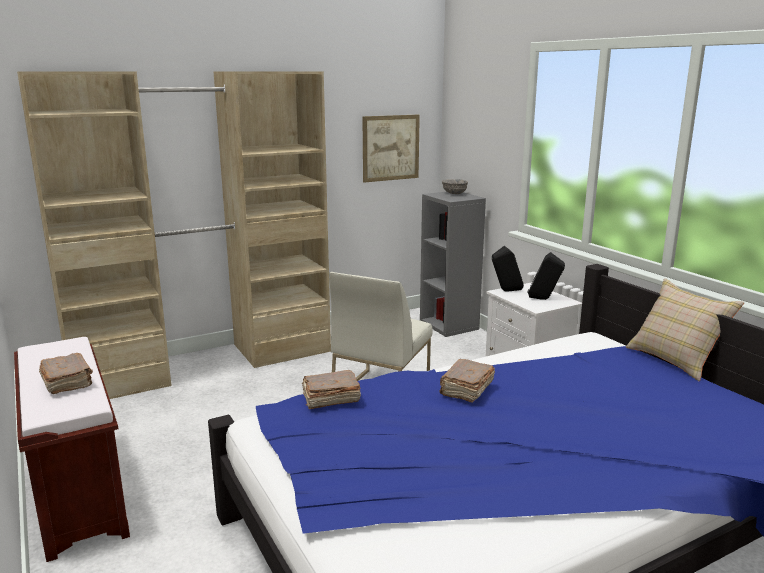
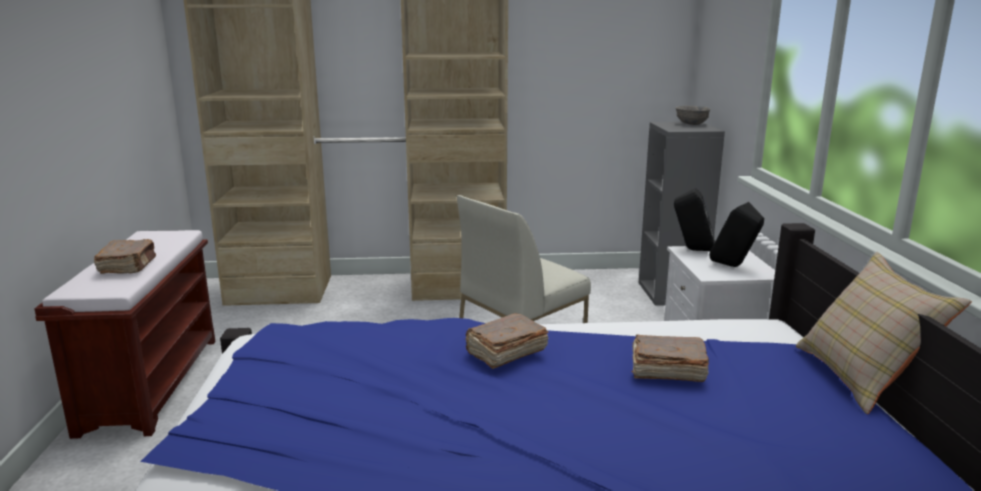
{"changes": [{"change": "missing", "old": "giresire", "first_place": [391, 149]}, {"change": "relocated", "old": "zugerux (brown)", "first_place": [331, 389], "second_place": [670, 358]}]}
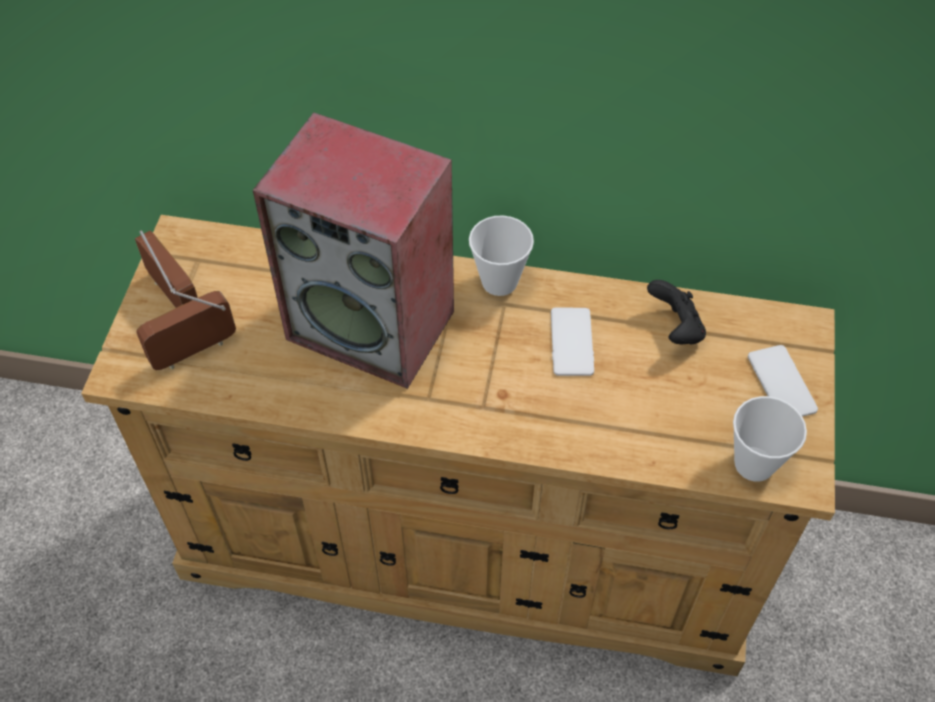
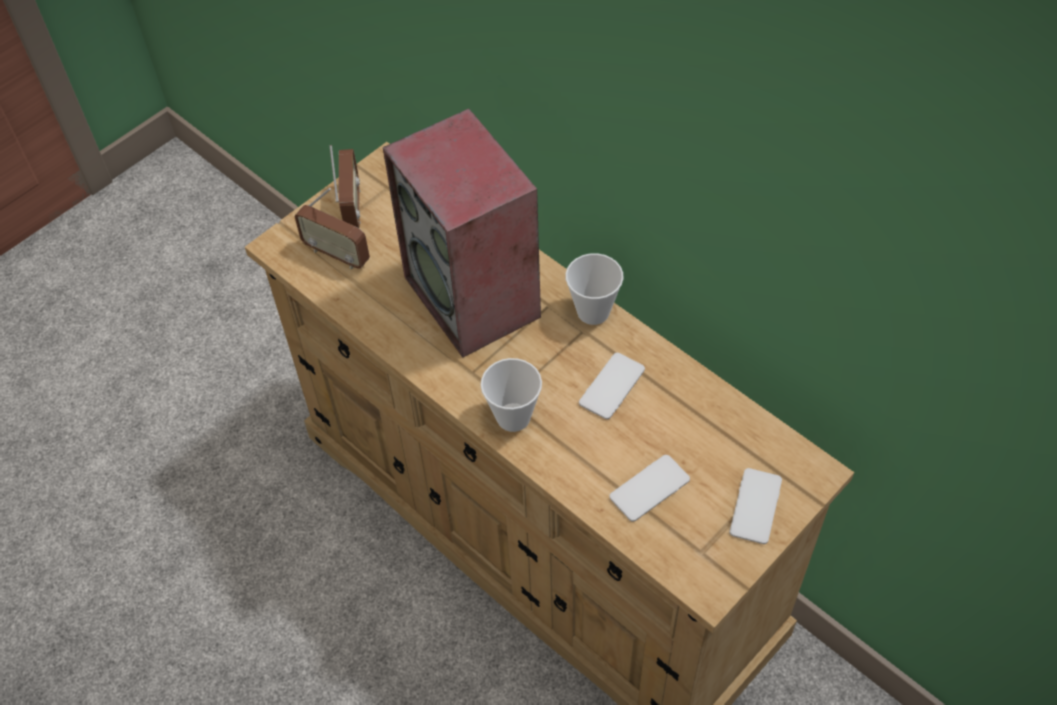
{"changes": [{"change": "missing", "old": "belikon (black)", "first_place": [676, 312]}, {"change": "spun", "old": "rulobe", "first_place": [186, 330], "second_place": [332, 228], "degrees": -150}, {"change": "relocated", "old": "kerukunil", "first_place": [770, 439], "second_place": [511, 395]}, {"change": "appeared", "new": "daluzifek", "second_place": [649, 488]}]}
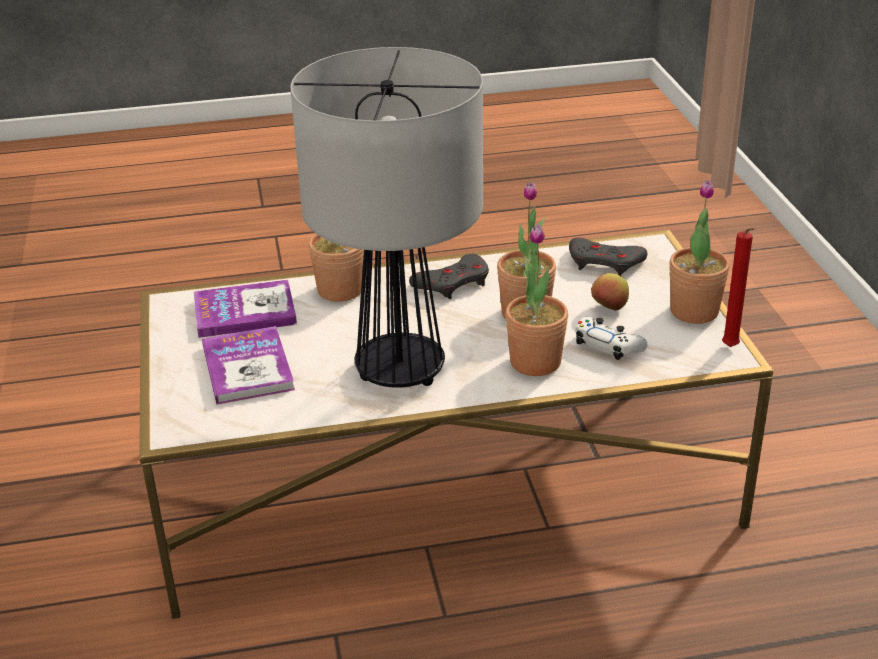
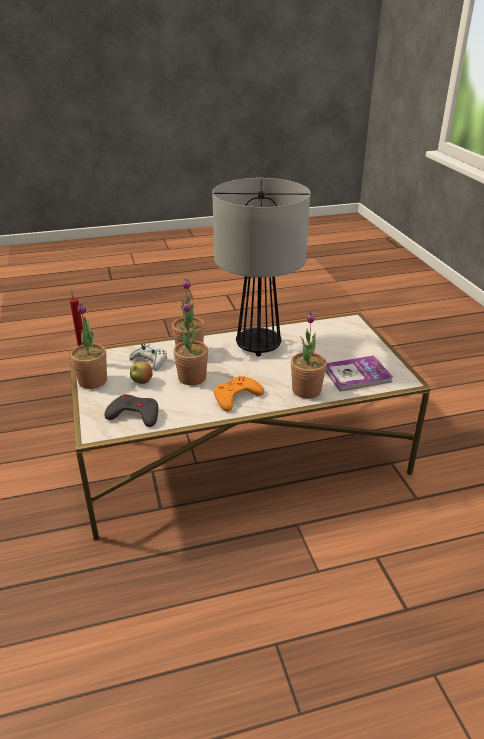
{"changes": [{"change": "colour", "old": "belikon (grey)", "new": "belikon (orange)", "first_place": [449, 276], "second_place": [239, 393]}, {"change": "missing", "old": "zugerux", "first_place": [248, 365]}]}
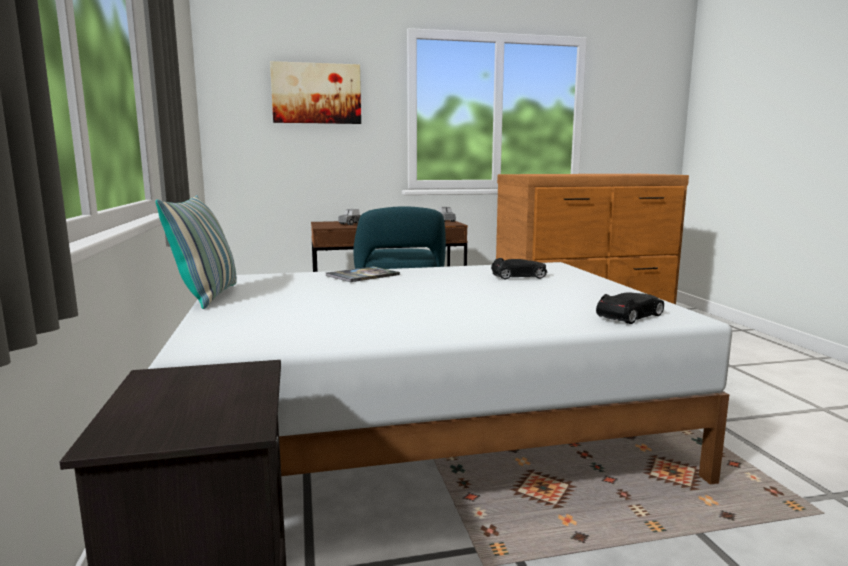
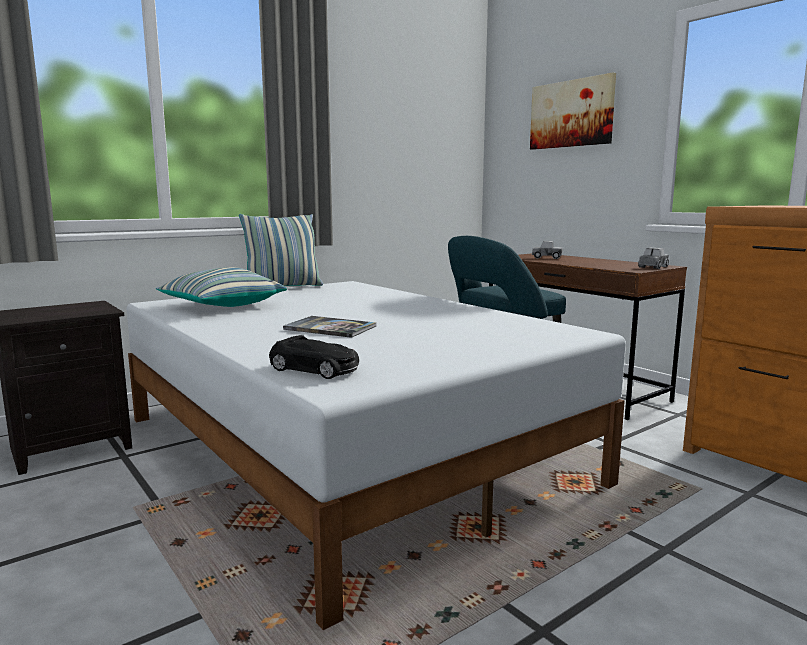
{"changes": [{"change": "missing", "old": "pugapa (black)", "first_place": [519, 268]}, {"change": "relocated", "old": "zugerux", "first_place": [362, 274], "second_place": [329, 327]}, {"change": "appeared", "new": "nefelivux", "second_place": [221, 287]}]}
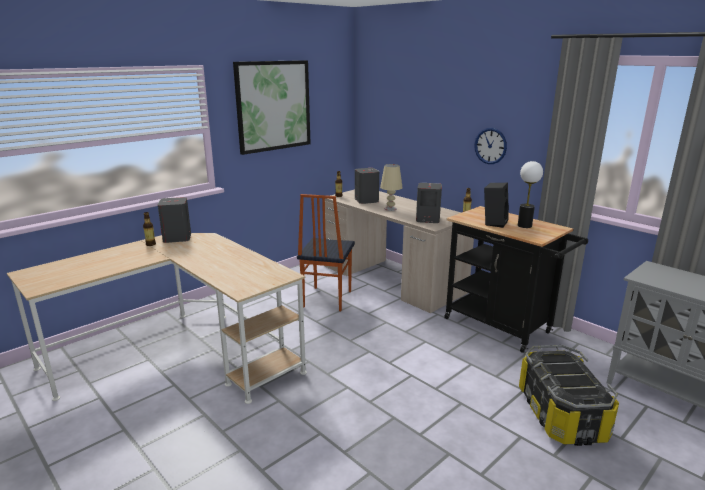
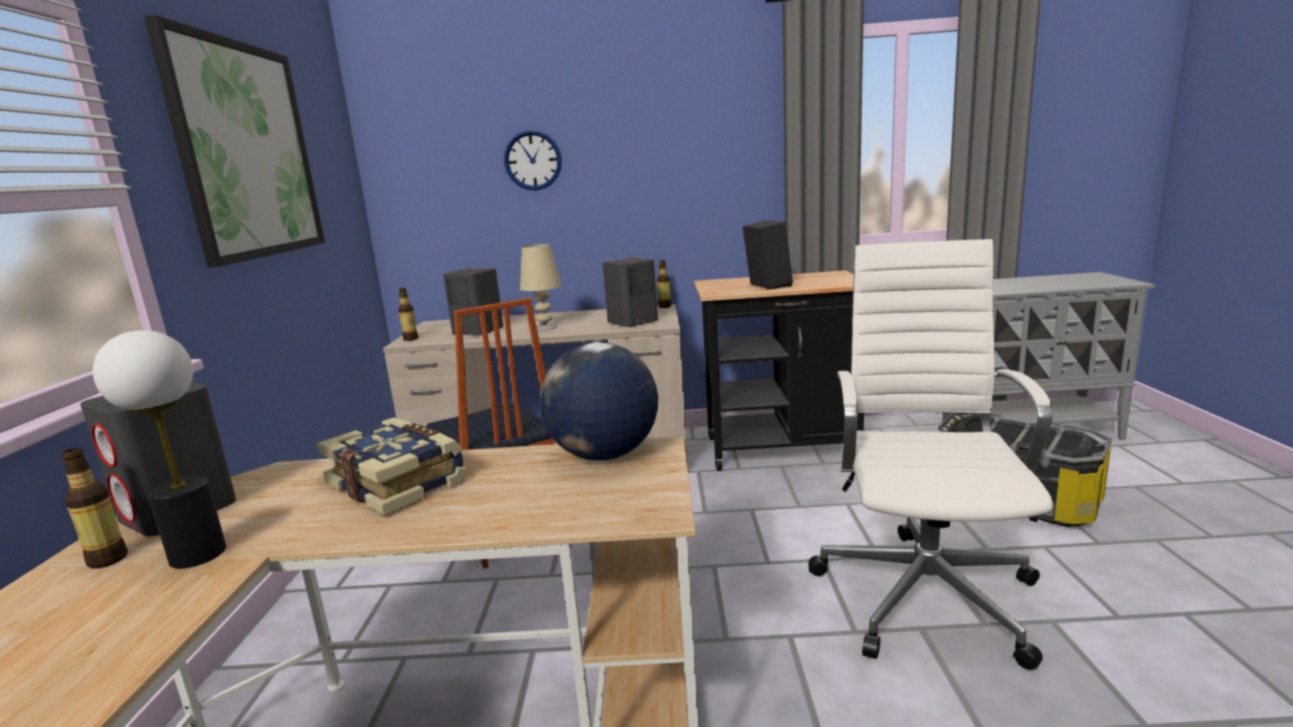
{"changes": [{"change": "relocated", "old": "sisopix", "first_place": [490, 146], "second_place": [533, 160]}, {"change": "relocated", "old": "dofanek", "first_place": [530, 194], "second_place": [159, 449]}, {"change": "appeared", "new": "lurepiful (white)", "second_place": [930, 454]}, {"change": "appeared", "new": "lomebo", "second_place": [599, 401]}, {"change": "appeared", "new": "zugerux", "second_place": [391, 466]}]}
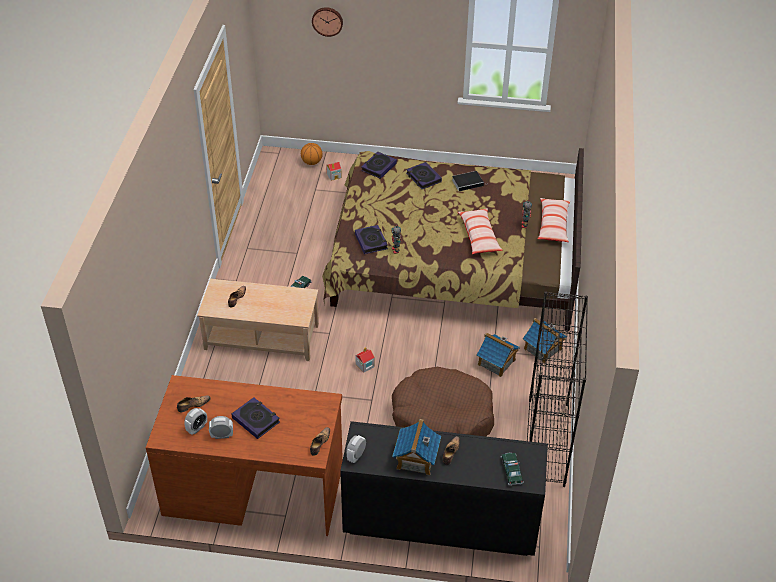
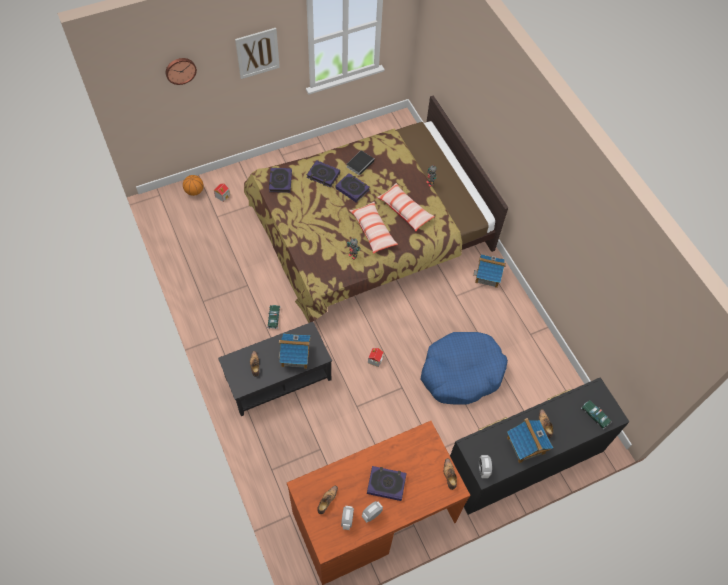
{"changes": [{"change": "relocated", "old": "nefelivux", "first_place": [554, 220], "second_place": [373, 228]}, {"change": "relocated", "old": "zugerux", "first_place": [371, 239], "second_place": [352, 188]}, {"change": "colour", "old": "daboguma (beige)", "new": "daboguma (black)", "first_place": [258, 320], "second_place": [275, 369]}, {"change": "missing", "old": "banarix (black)", "first_place": [557, 389]}, {"change": "relocated", "old": "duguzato", "first_place": [498, 354], "second_place": [294, 351]}, {"change": "colour", "old": "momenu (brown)", "new": "momenu (blue)", "first_place": [443, 402], "second_place": [464, 368]}, {"change": "appeared", "new": "giresire", "second_place": [257, 53]}]}
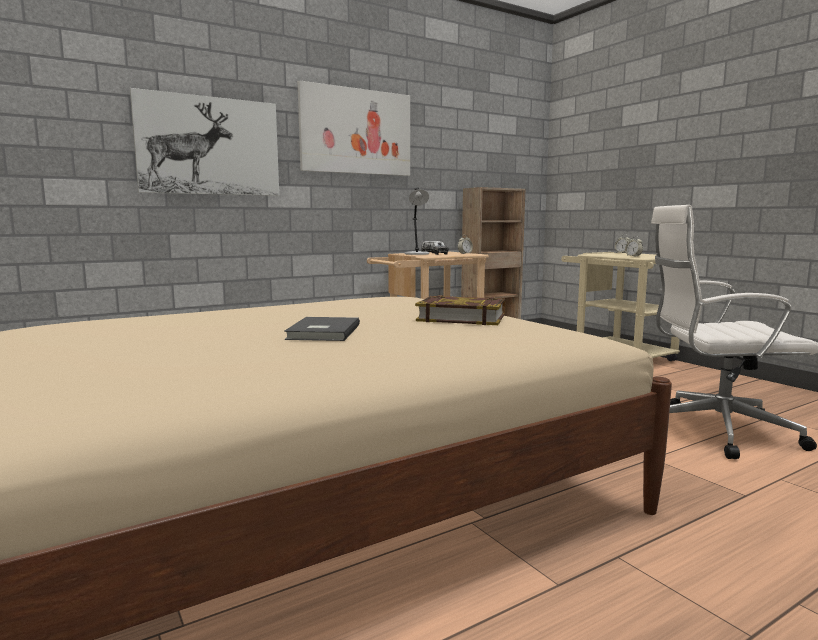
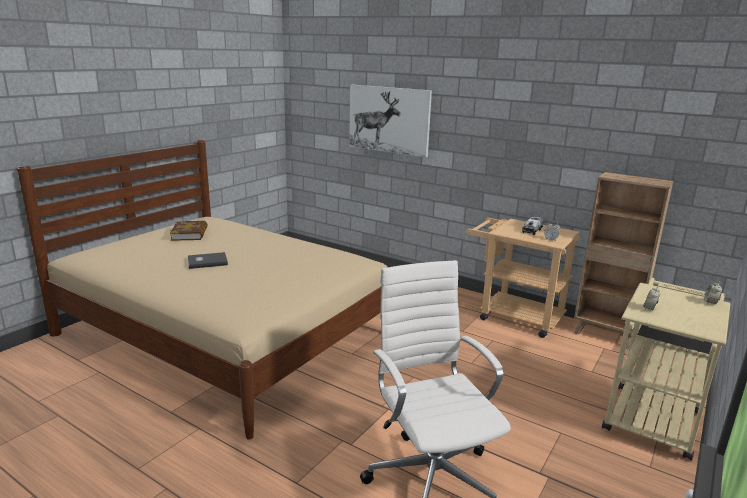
{"changes": [{"change": "missing", "old": "giresire", "first_place": [354, 128]}, {"change": "missing", "old": "dofanek (grey)", "first_place": [417, 221]}, {"change": "relocated", "old": "zugerux", "first_place": [460, 310], "second_place": [189, 231]}]}
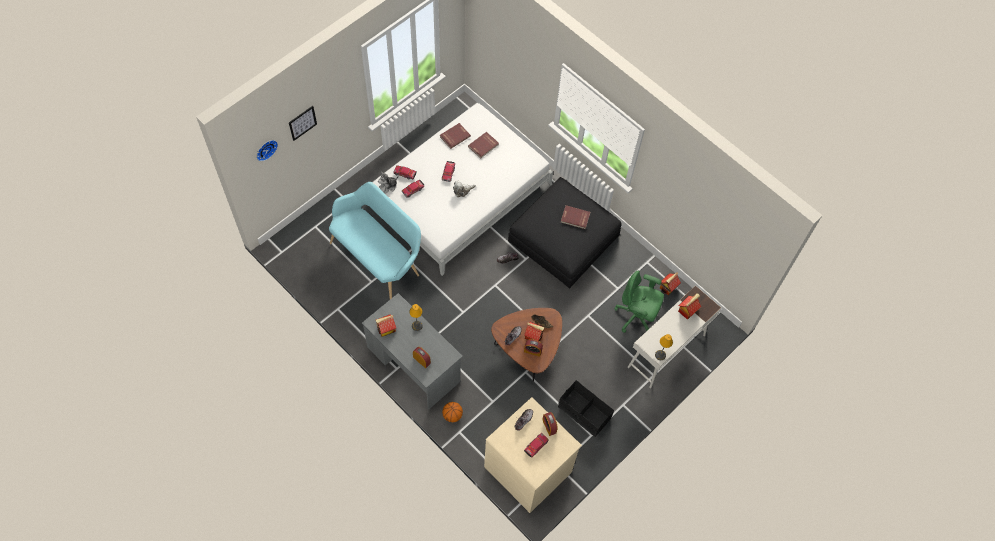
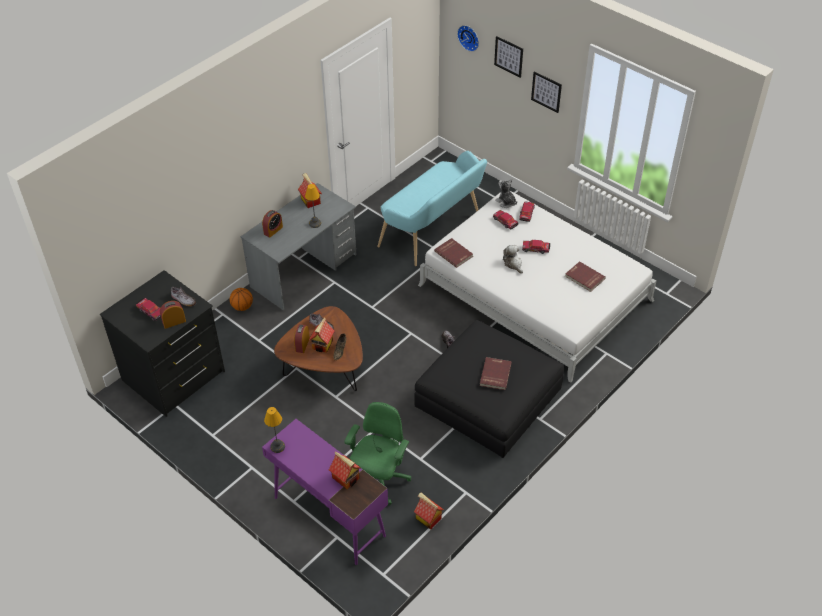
{"changes": [{"change": "relocated", "old": "zugerux (red)", "first_place": [455, 136], "second_place": [453, 253]}, {"change": "colour", "old": "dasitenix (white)", "new": "dasitenix (purple)", "first_place": [674, 336], "second_place": [325, 492]}, {"change": "missing", "old": "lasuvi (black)", "first_place": [586, 408]}, {"change": "colour", "old": "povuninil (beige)", "new": "povuninil (black)", "first_place": [533, 455], "second_place": [162, 343]}, {"change": "appeared", "new": "giresire", "second_place": [546, 92]}]}
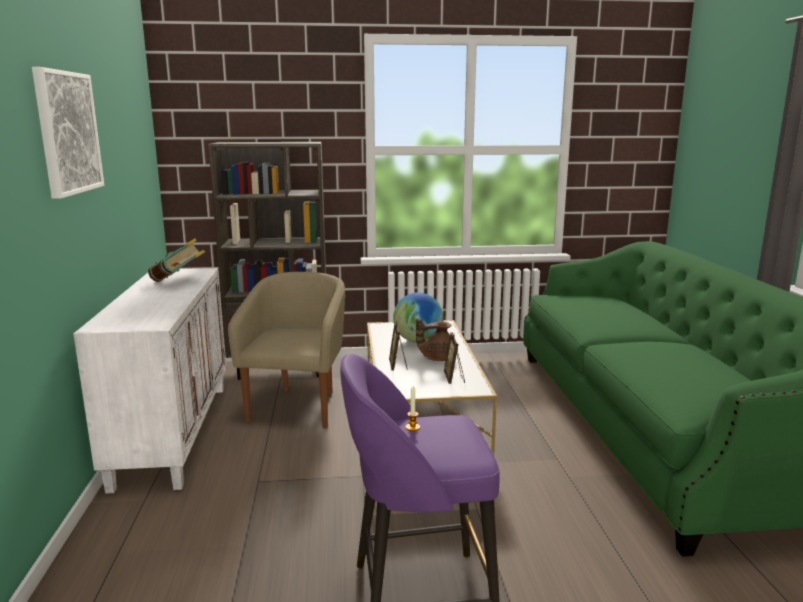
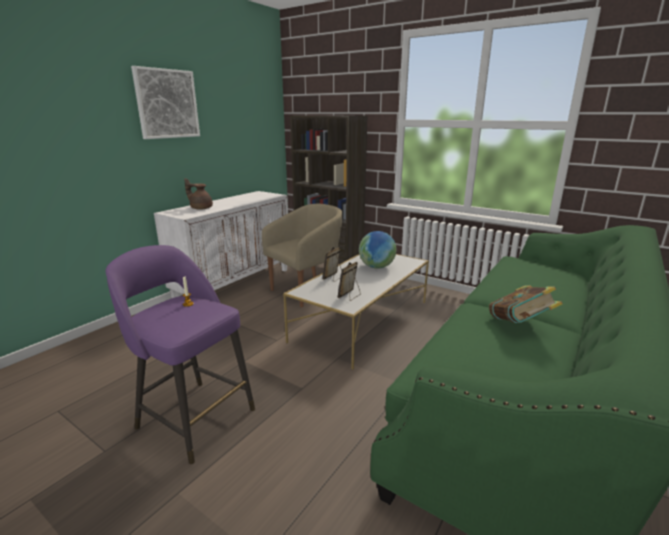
{"changes": [{"change": "relocated", "old": "zugerux", "first_place": [176, 260], "second_place": [526, 304]}, {"change": "relocated", "old": "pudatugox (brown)", "first_place": [433, 339], "second_place": [198, 194]}]}
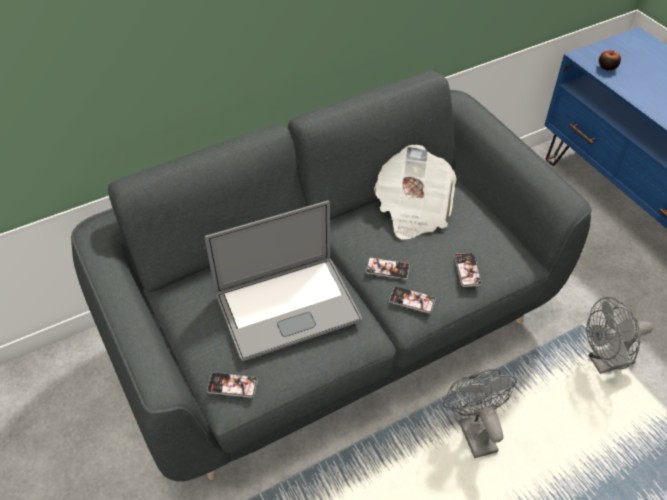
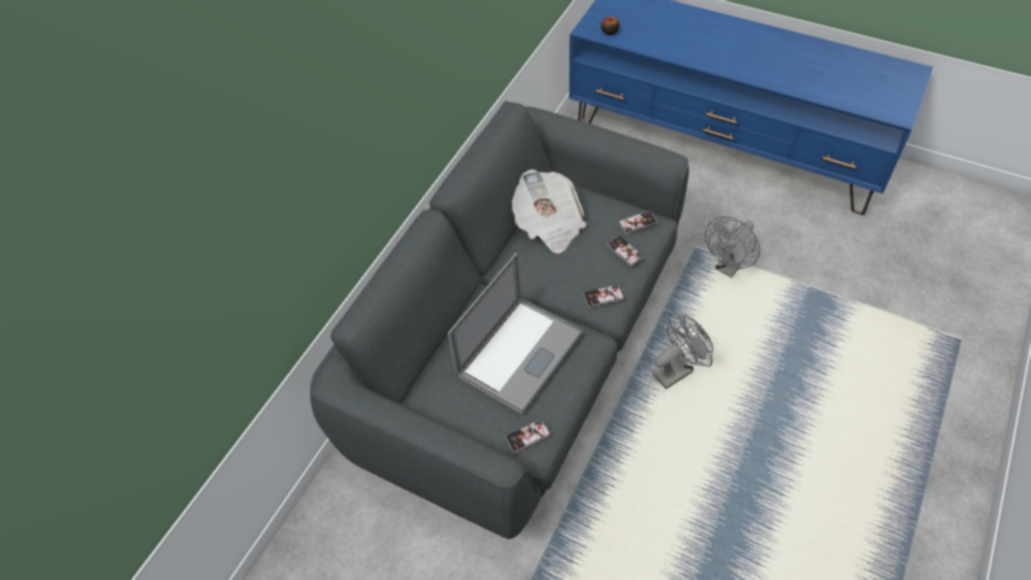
{"changes": [{"change": "relocated", "old": "daluzifek", "first_place": [387, 269], "second_place": [638, 222]}, {"change": "spun", "old": "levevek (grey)", "first_place": [480, 413], "second_place": [682, 351], "degrees": 105}]}
